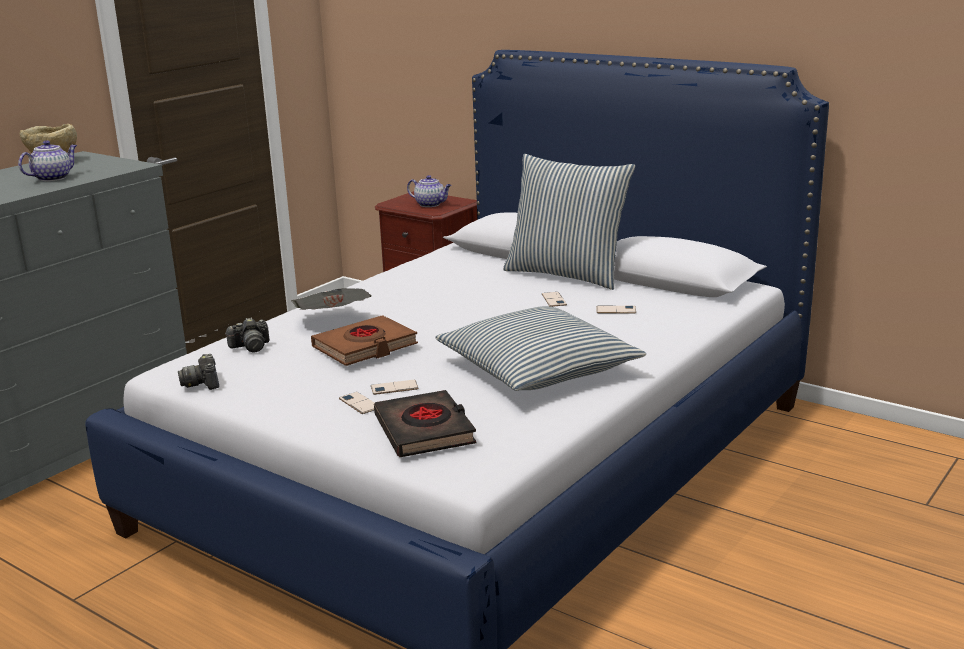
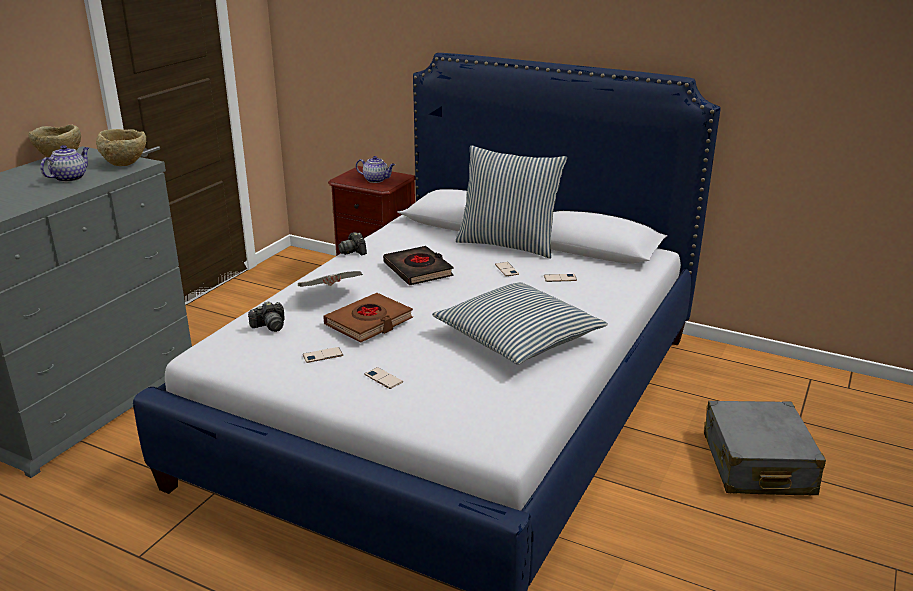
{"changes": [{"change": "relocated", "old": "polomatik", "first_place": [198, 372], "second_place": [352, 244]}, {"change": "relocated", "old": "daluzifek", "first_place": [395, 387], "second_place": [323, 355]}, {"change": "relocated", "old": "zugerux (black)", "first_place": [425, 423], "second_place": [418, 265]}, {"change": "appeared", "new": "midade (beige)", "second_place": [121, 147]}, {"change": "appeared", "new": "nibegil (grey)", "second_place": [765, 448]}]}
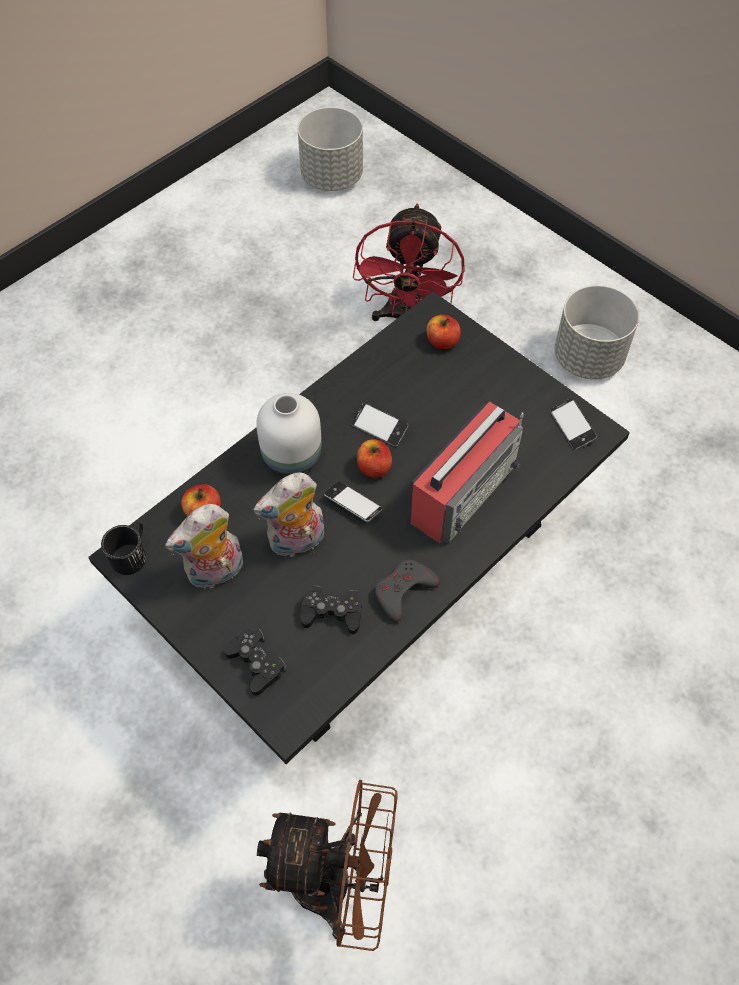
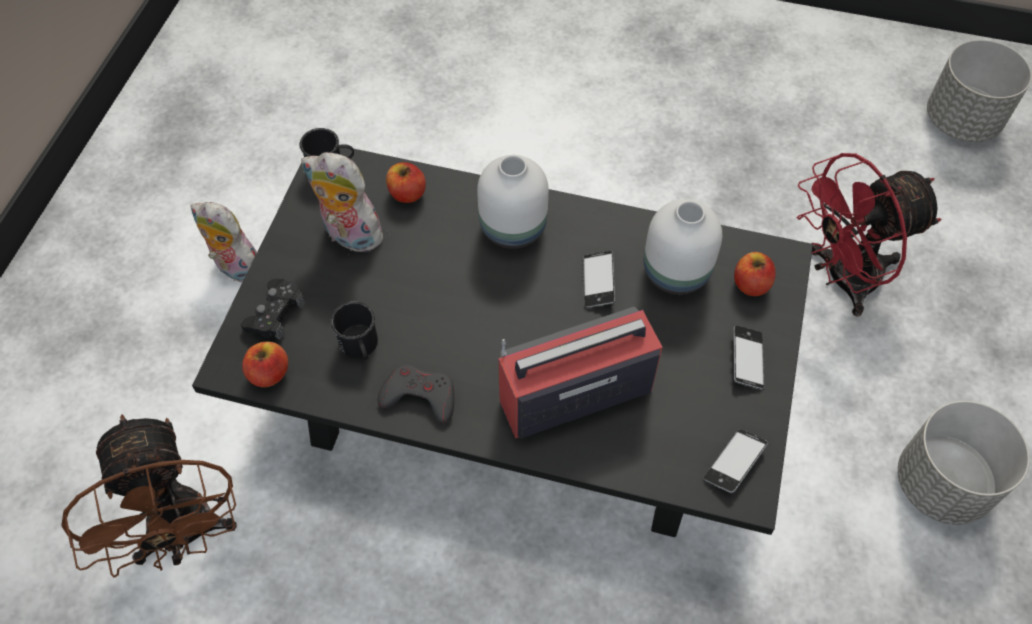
{"changes": [{"change": "spun", "old": "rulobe", "first_place": [467, 472], "second_place": [580, 373], "degrees": 150}, {"change": "relocated", "old": "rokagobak", "first_place": [374, 458], "second_place": [265, 364]}, {"change": "relocated", "old": "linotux", "first_place": [288, 514], "second_place": [223, 243]}, {"change": "relocated", "old": "daluzifek", "first_place": [353, 501], "second_place": [748, 357]}, {"change": "exchanged", "old": "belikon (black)", "new": "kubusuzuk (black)", "first_place": [331, 609], "second_place": [354, 330]}, {"change": "appeared", "new": "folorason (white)", "second_place": [683, 247]}]}
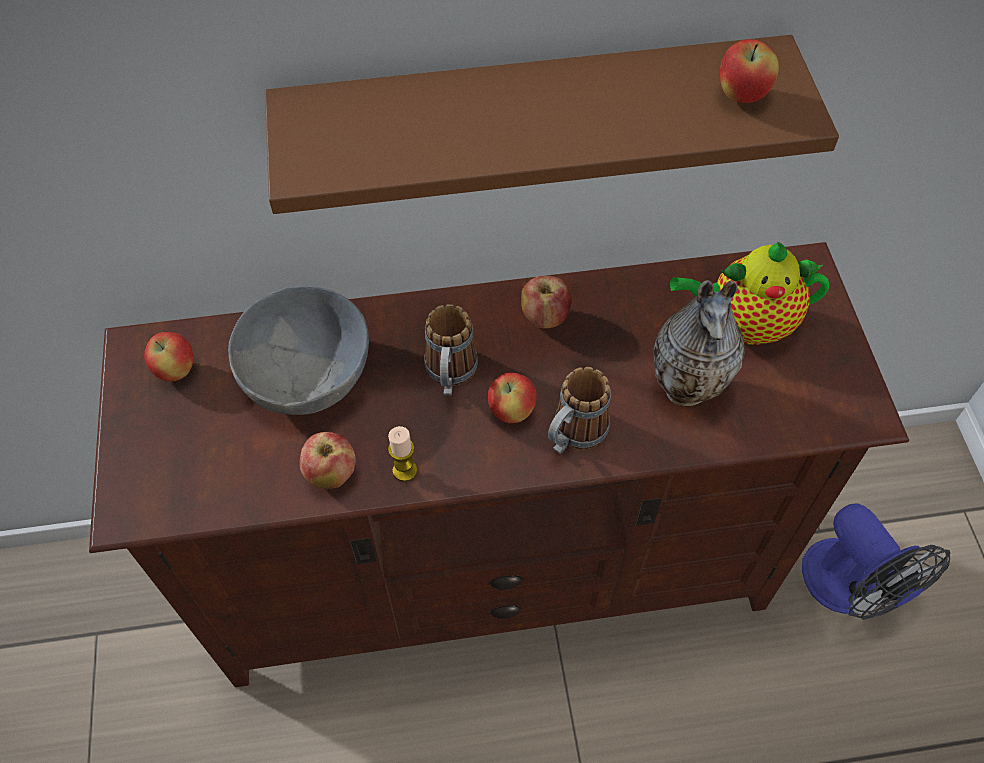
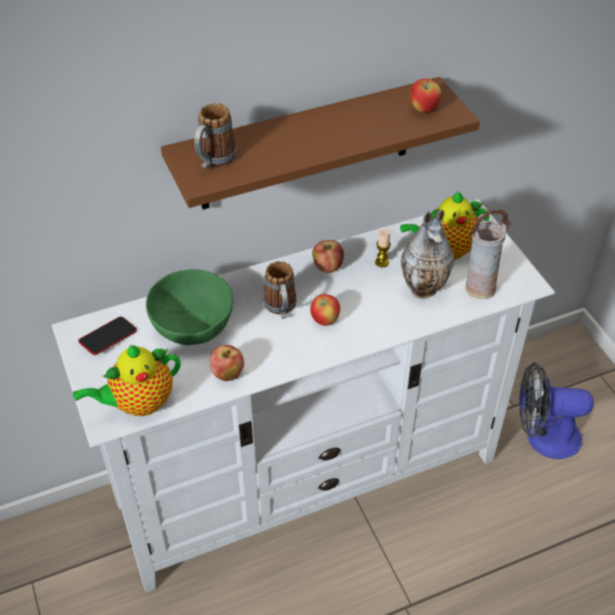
{"changes": [{"change": "colour", "old": "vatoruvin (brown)", "new": "vatoruvin (white)", "first_place": [499, 464], "second_place": [303, 395]}, {"change": "colour", "old": "midade (grey)", "new": "midade (green)", "first_place": [298, 350], "second_place": [189, 307]}, {"change": "exchanged", "old": "rokagobak", "new": "daluzifek", "first_place": [168, 356], "second_place": [107, 336]}, {"change": "relocated", "old": "kubusuzuk", "first_place": [579, 410], "second_place": [215, 136]}, {"change": "relocated", "old": "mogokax", "first_place": [402, 454], "second_place": [383, 248]}, {"change": "spun", "old": "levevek", "first_place": [876, 562], "second_place": [556, 411], "degrees": 135}, {"change": "appeared", "new": "folorason", "second_place": [488, 254]}, {"change": "appeared", "new": "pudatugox", "second_place": [126, 380]}]}
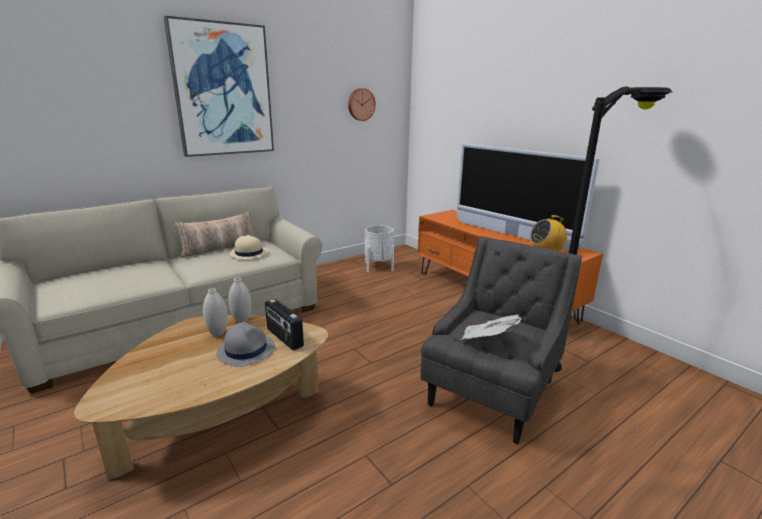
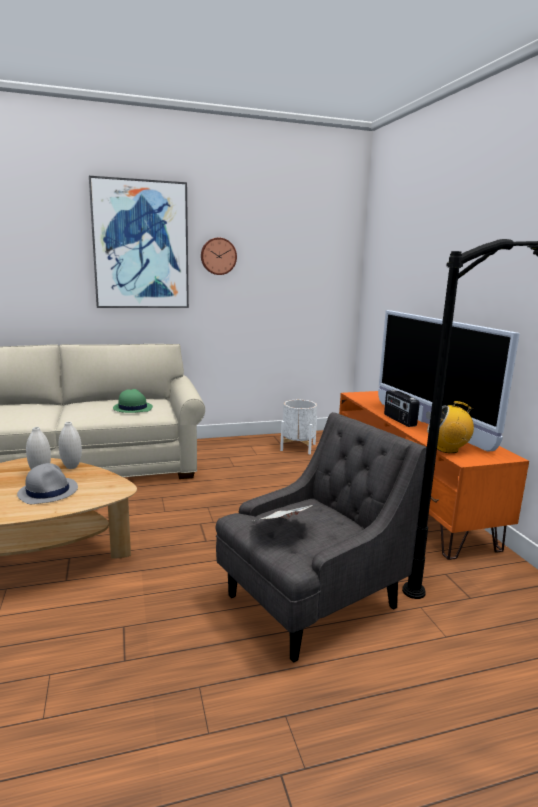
{"changes": [{"change": "relocated", "old": "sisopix", "first_place": [362, 104], "second_place": [219, 256]}, {"change": "missing", "old": "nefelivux", "first_place": [214, 235]}, {"change": "colour", "old": "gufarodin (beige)", "new": "gufarodin (green)", "first_place": [249, 247], "second_place": [133, 401]}, {"change": "relocated", "old": "rulobe", "first_place": [284, 324], "second_place": [402, 408]}]}
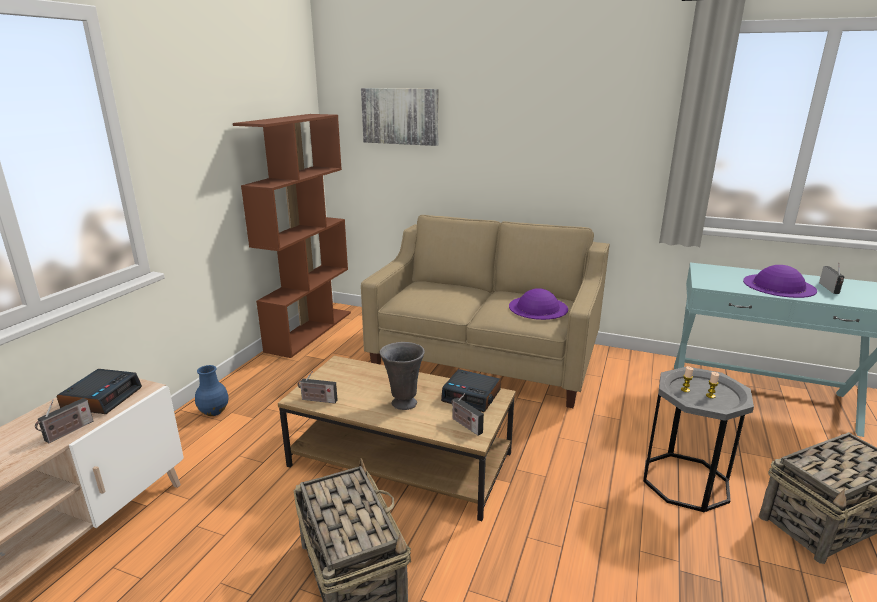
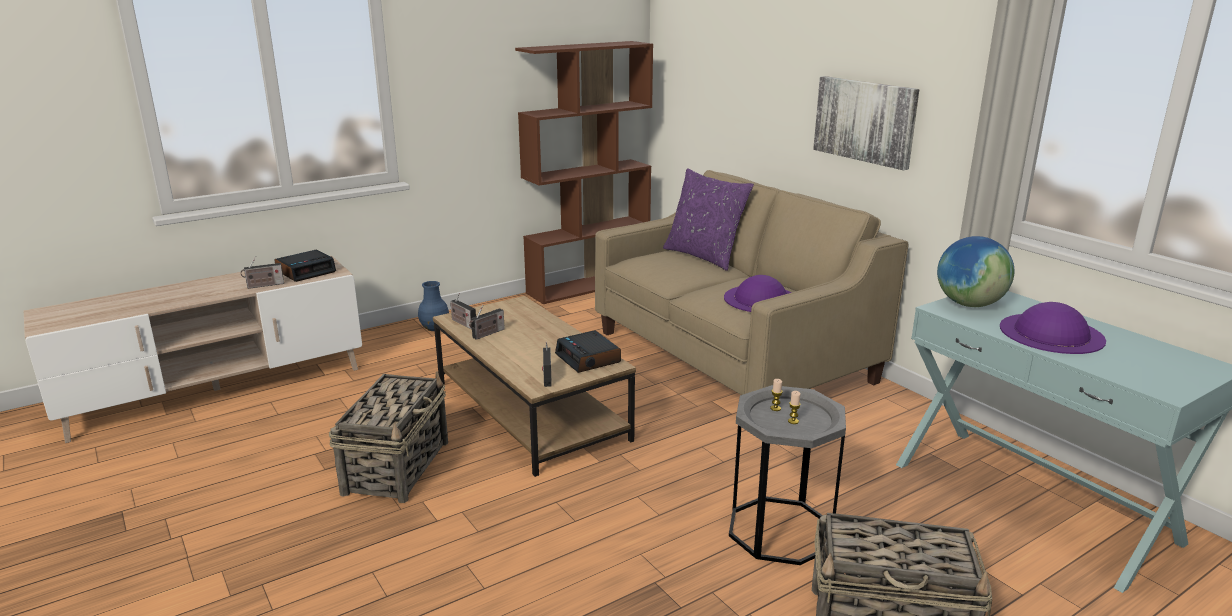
{"changes": [{"change": "relocated", "old": "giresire", "first_place": [400, 117], "second_place": [866, 123]}, {"change": "relocated", "old": "rulobe", "first_place": [832, 278], "second_place": [487, 322]}, {"change": "missing", "old": "folorason (grey)", "first_place": [402, 376]}, {"change": "appeared", "new": "nefelivux (purple)", "second_place": [708, 220]}, {"change": "appeared", "new": "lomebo", "second_place": [975, 271]}]}
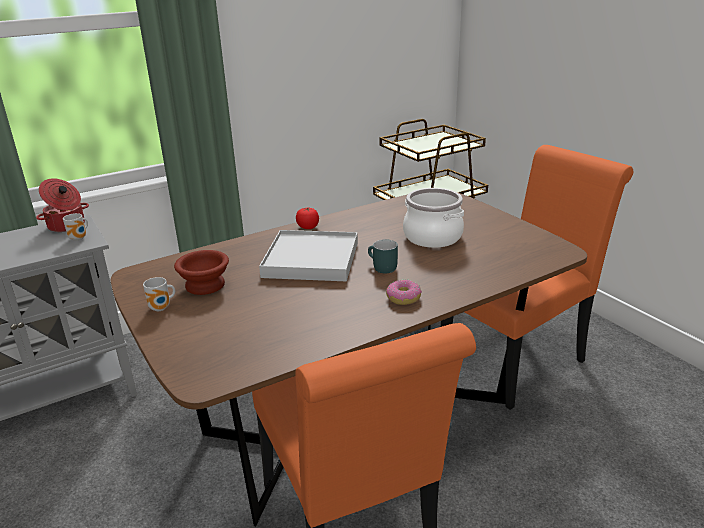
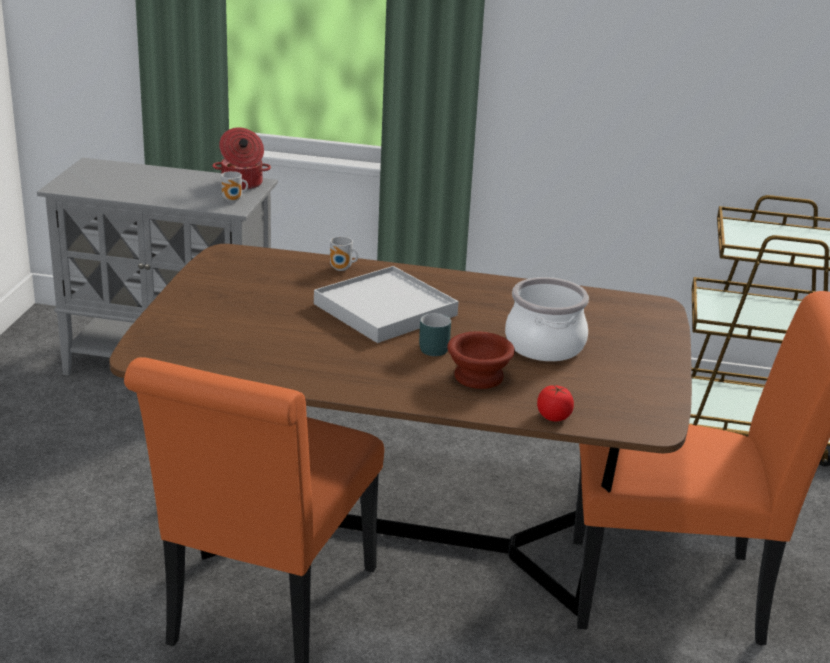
{"changes": [{"change": "relocated", "old": "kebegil", "first_place": [307, 218], "second_place": [555, 403]}, {"change": "relocated", "old": "midade (brown)", "first_place": [201, 272], "second_place": [481, 360]}, {"change": "relocated", "old": "kubusuzuk", "first_place": [159, 294], "second_place": [344, 254]}, {"change": "missing", "old": "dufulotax", "first_place": [404, 292]}]}
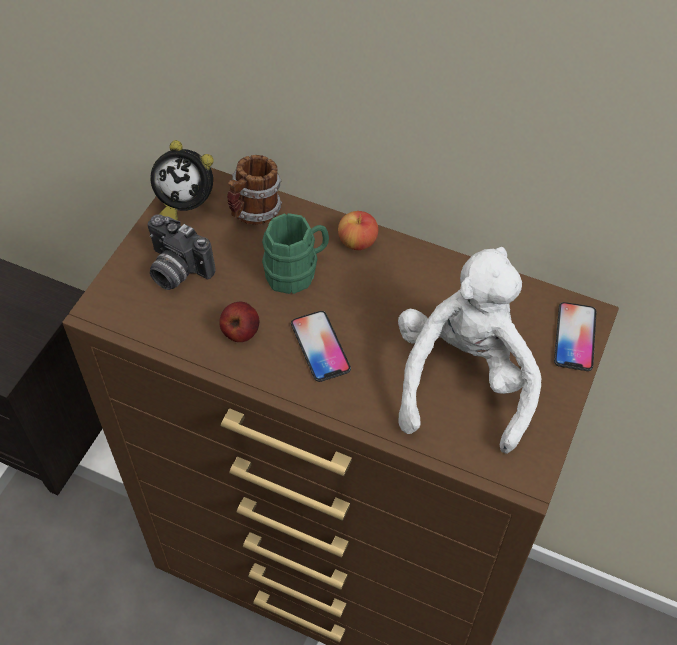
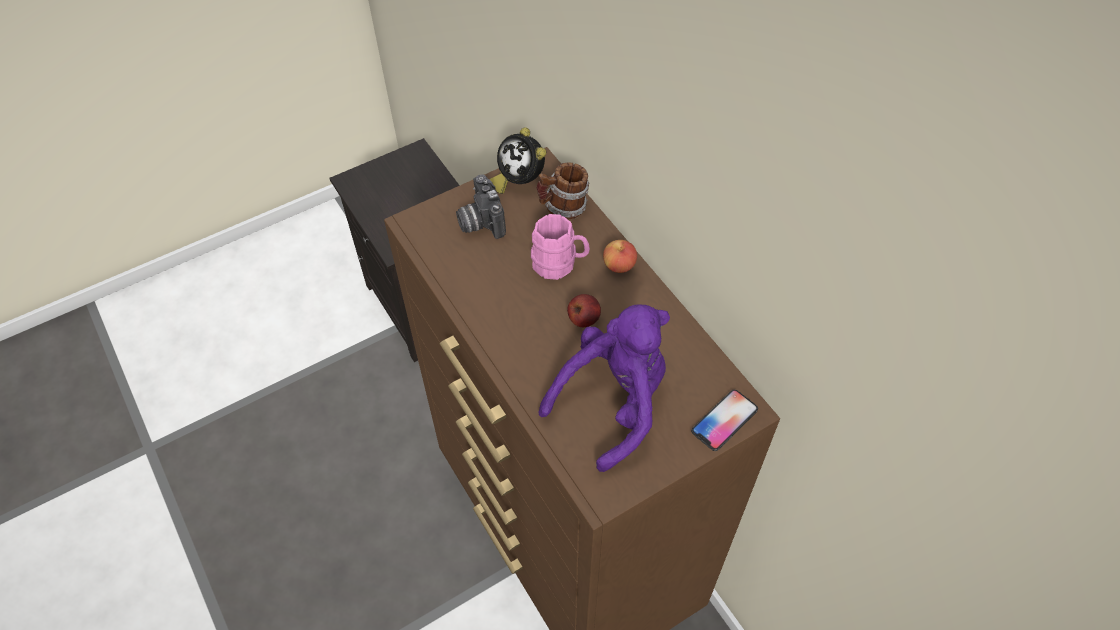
{"changes": [{"change": "colour", "old": "kubusuzuk (green)", "new": "kubusuzuk (pink)", "first_place": [295, 253], "second_place": [560, 247]}, {"change": "colour", "old": "linotux (white)", "new": "linotux (purple)", "first_place": [469, 350], "second_place": [604, 388]}, {"change": "relocated", "old": "rokagobak", "first_place": [239, 322], "second_place": [584, 310]}, {"change": "missing", "old": "daluzifek", "first_place": [321, 346]}]}
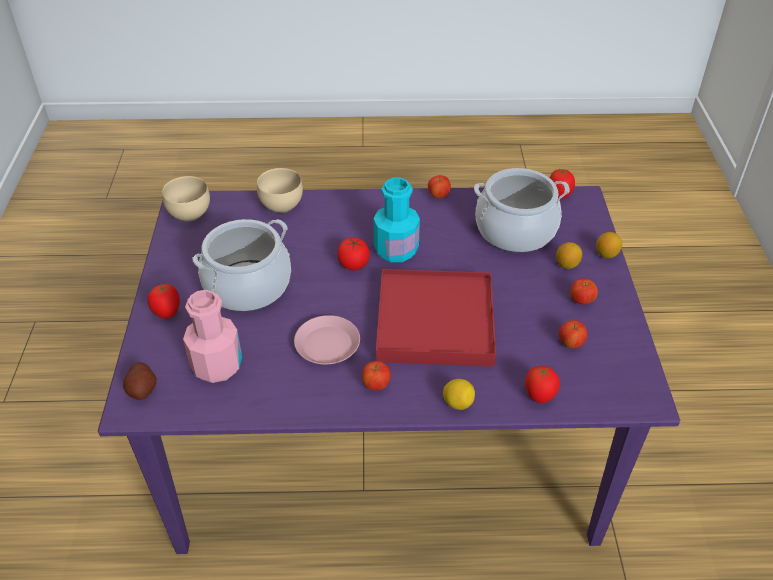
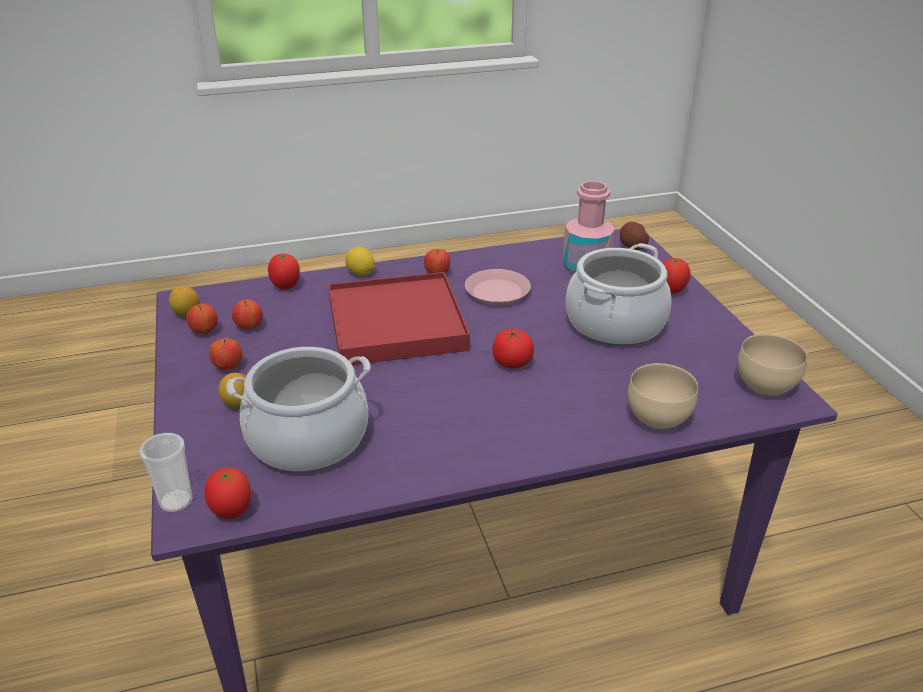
{"changes": [{"change": "relocated", "old": "rokagobak", "first_place": [439, 186], "second_place": [202, 318]}, {"change": "missing", "old": "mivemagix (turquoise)", "first_place": [396, 220]}, {"change": "relocated", "old": "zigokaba", "first_place": [609, 245], "second_place": [184, 301]}, {"change": "appeared", "new": "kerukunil", "second_place": [166, 472]}]}
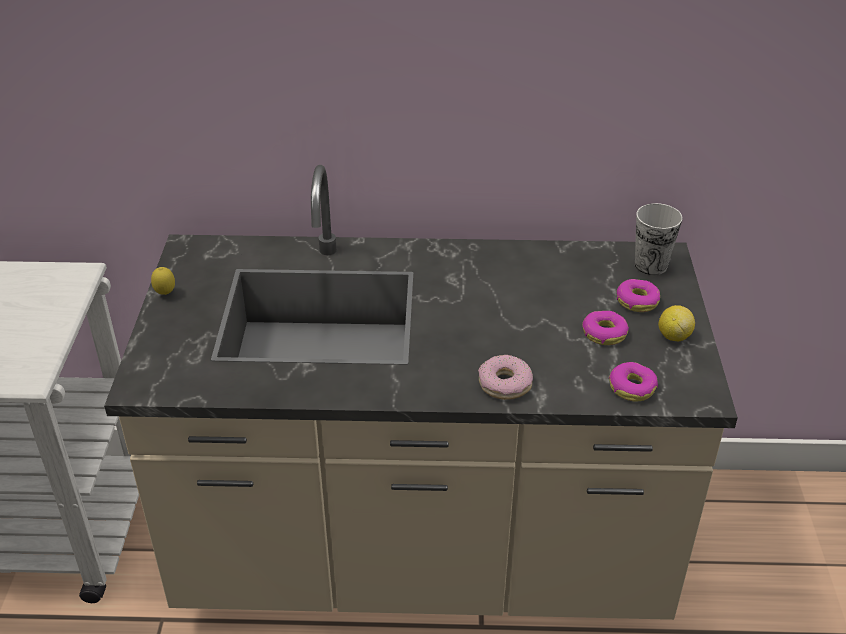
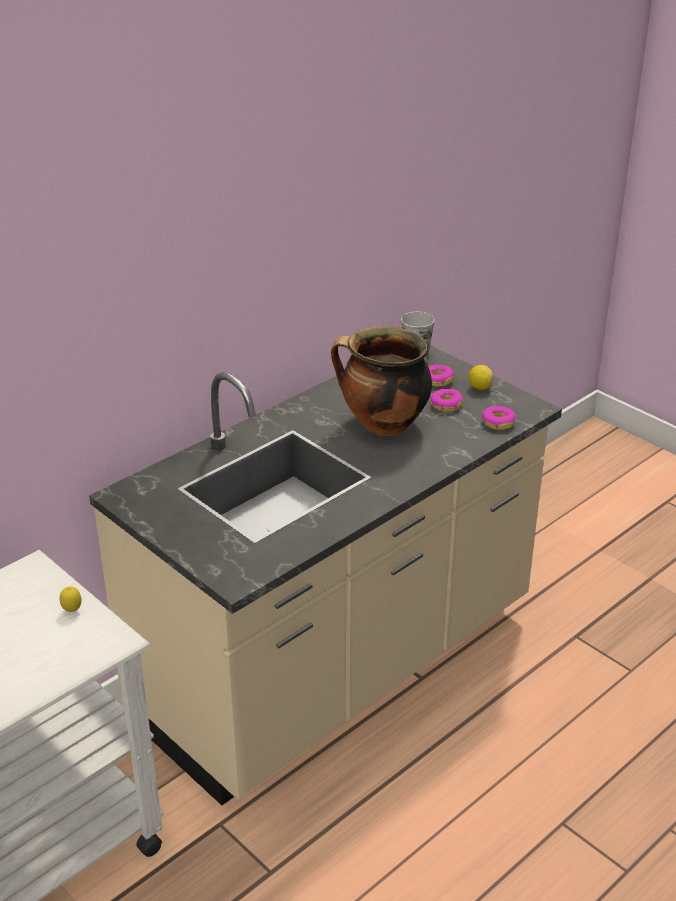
{"changes": [{"change": "relocated", "old": "zigokaba", "first_place": [163, 281], "second_place": [70, 599]}, {"change": "missing", "old": "dufulotax", "first_place": [505, 377]}, {"change": "appeared", "new": "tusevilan", "second_place": [381, 381]}]}
